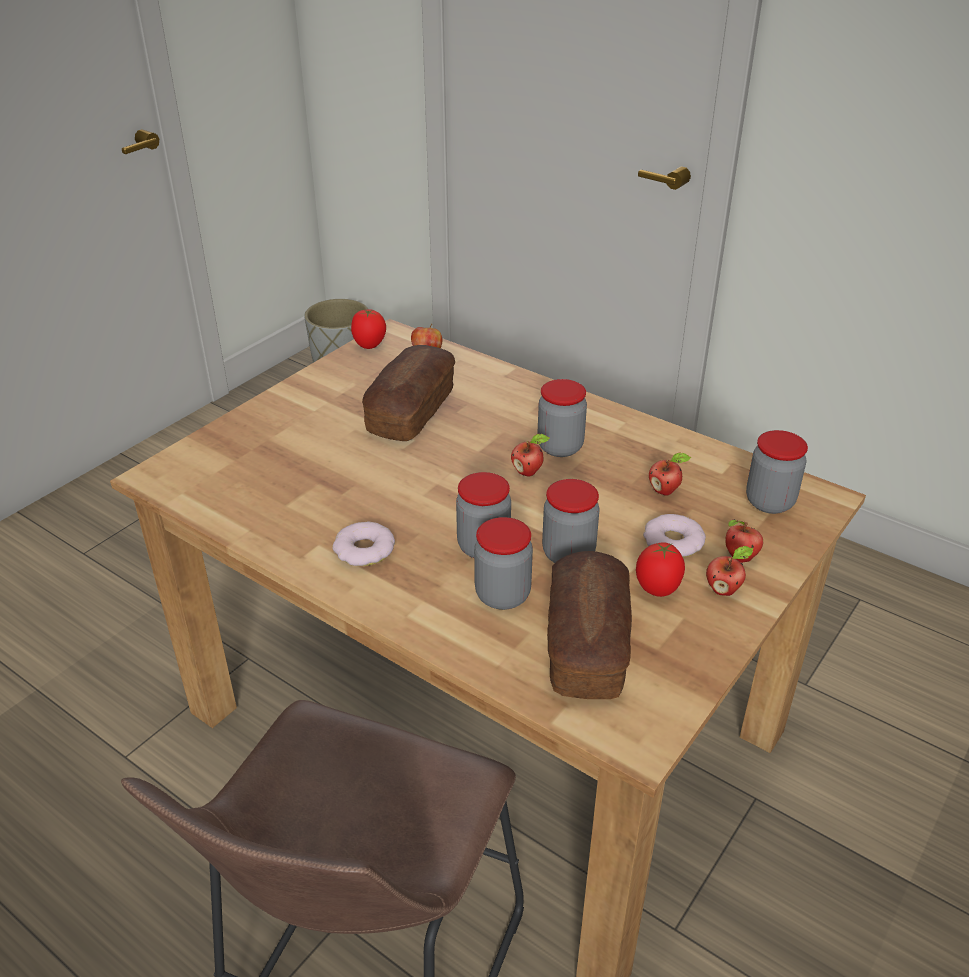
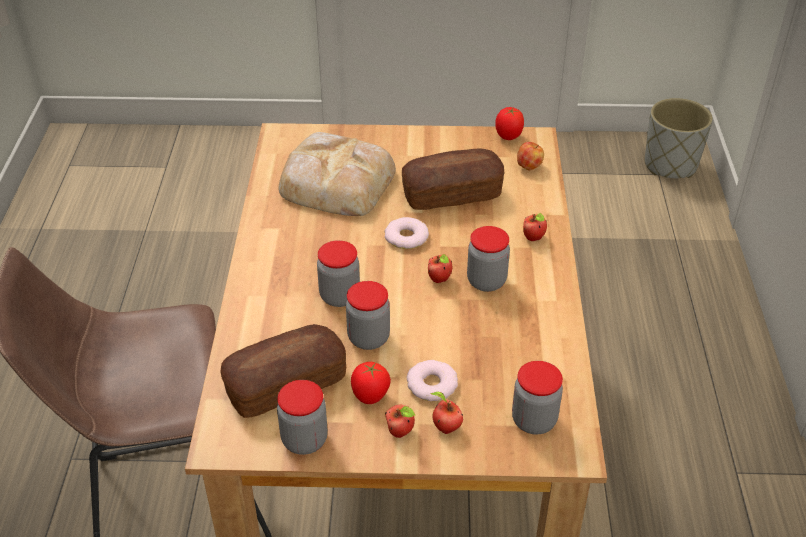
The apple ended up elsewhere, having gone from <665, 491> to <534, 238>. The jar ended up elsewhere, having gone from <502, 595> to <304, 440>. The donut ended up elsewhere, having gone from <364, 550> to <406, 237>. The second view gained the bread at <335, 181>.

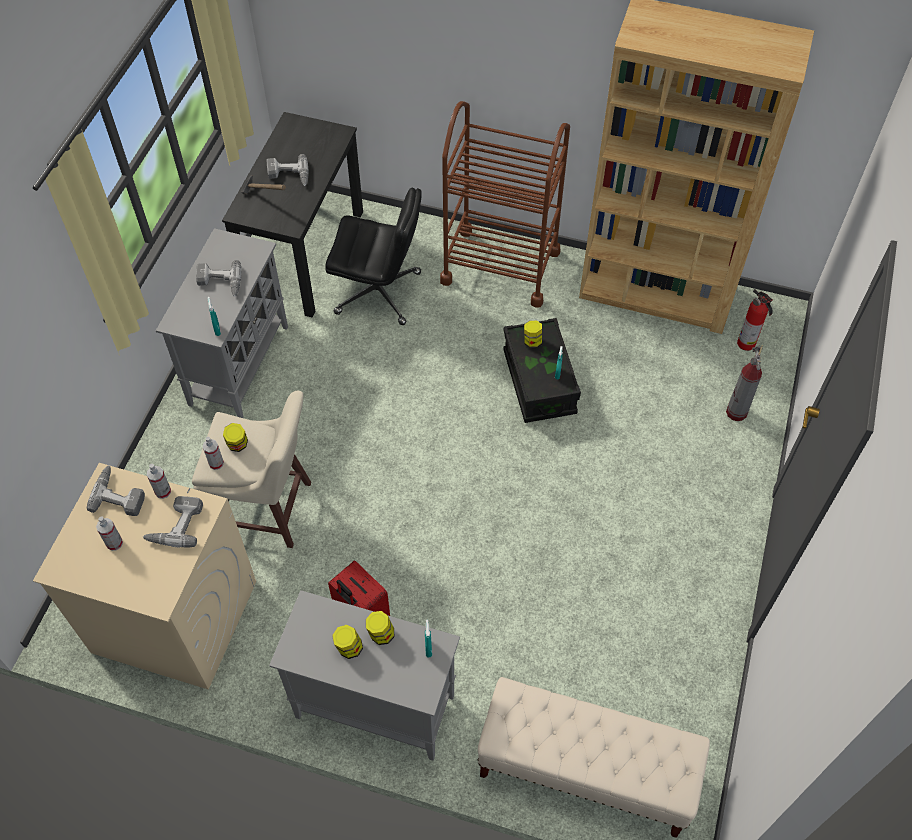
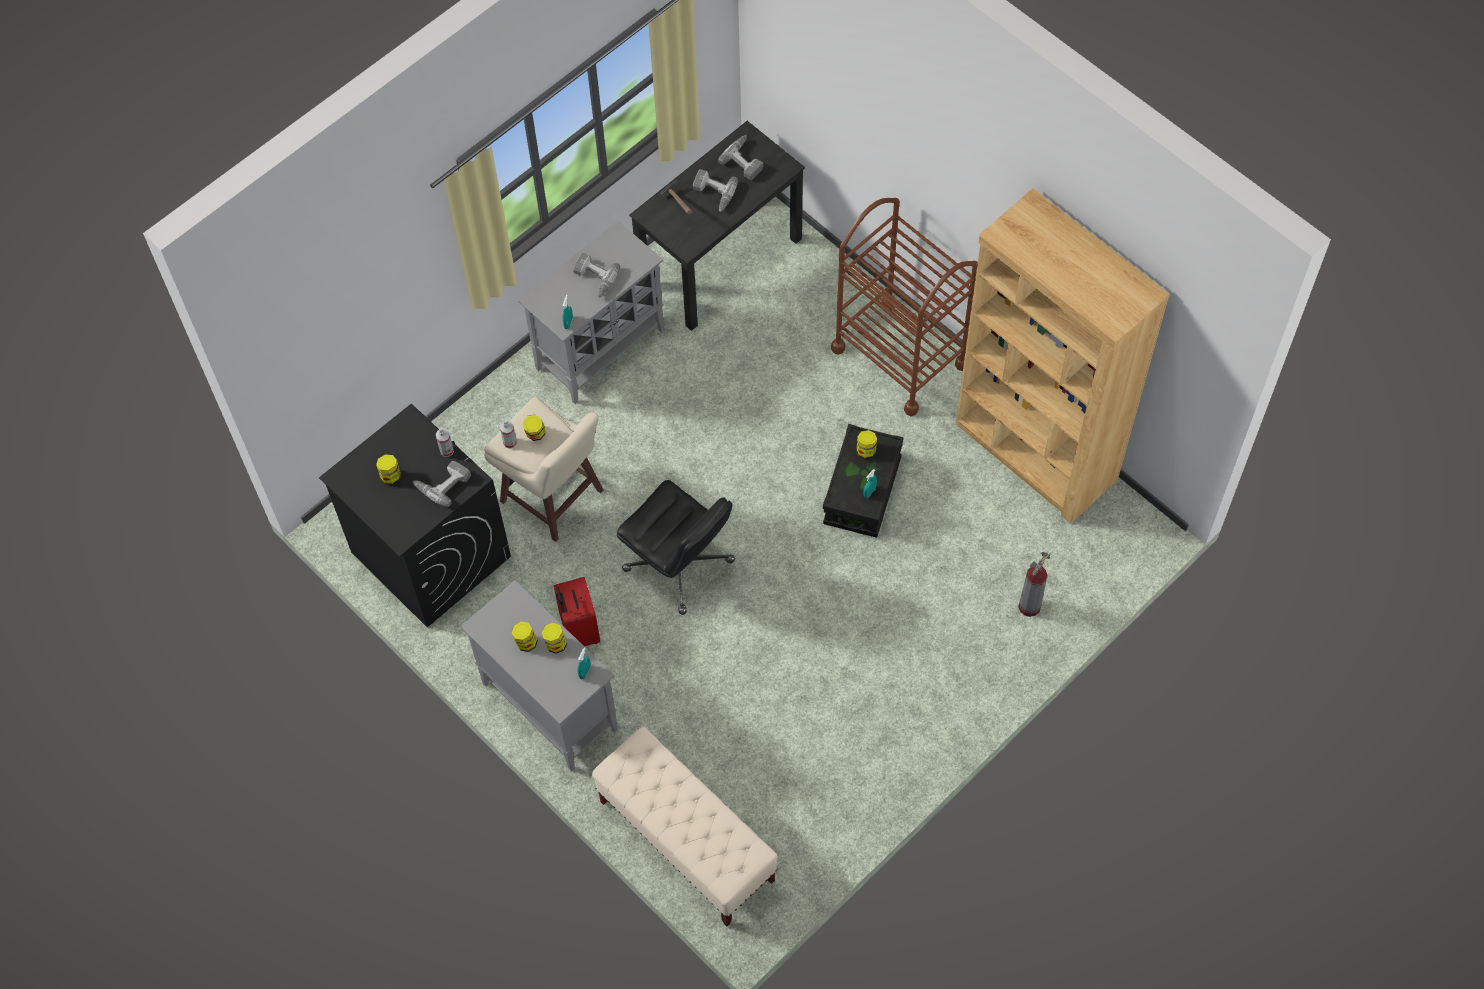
The black office chair ended up elsewhere, having gone from <379, 293> to <680, 565>. The second view lost the fire extinguisher at <747, 344>. What was the beige washing machine at <174, 616> turned into the black washing machine at <430, 554>. The power drill ended up elsewhere, having gone from <120, 494> to <745, 160>. Where the spray bottle stood at <114, 543>, the jar came to stand at <390, 476>.

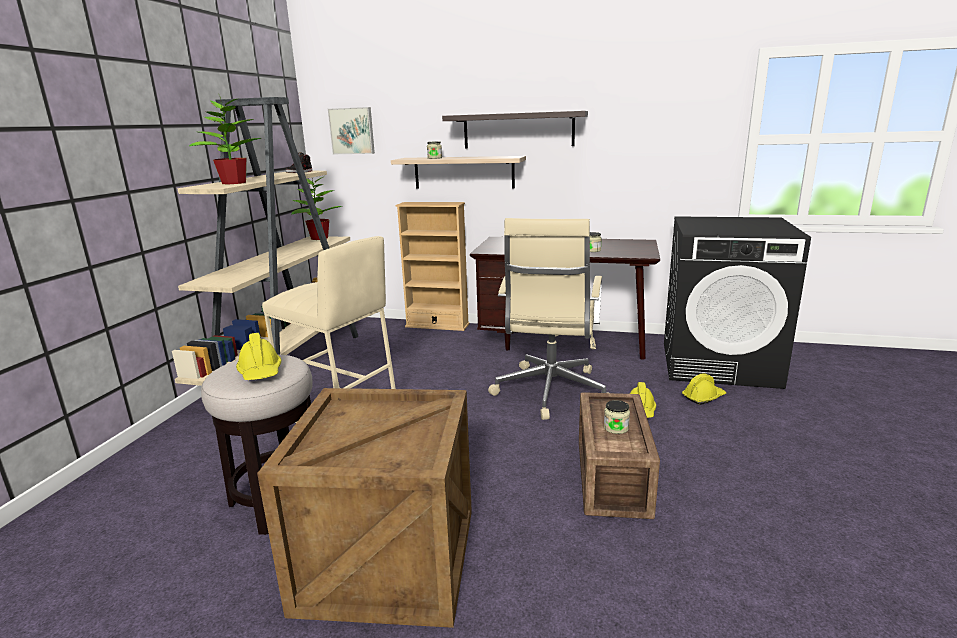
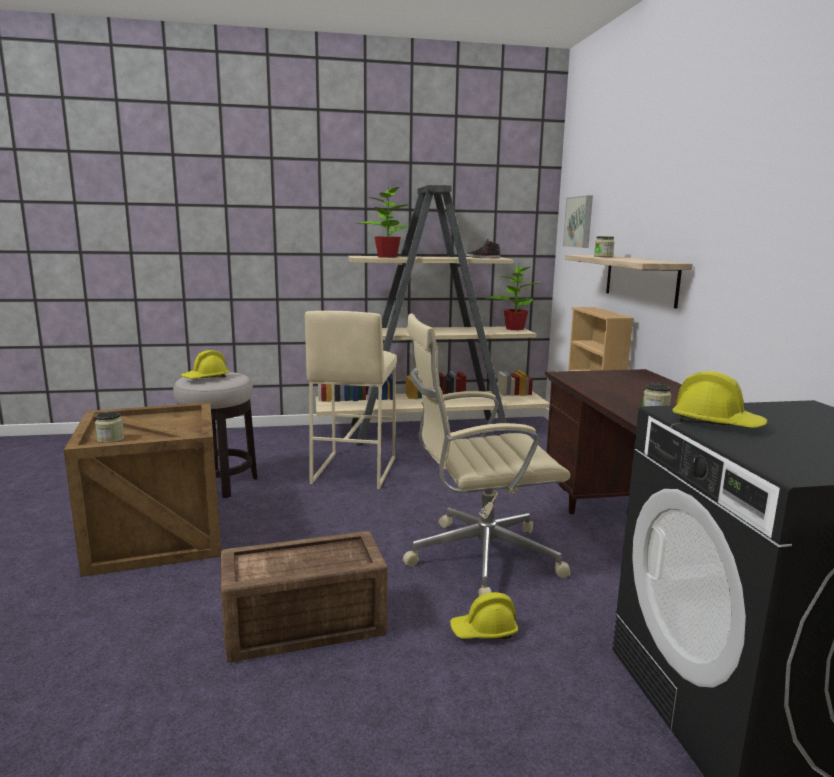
The second view lost the shelf at <518, 130>. The yellow hard hat ended up elsewhere, having gone from <703, 397> to <716, 424>. The jar ended up elsewhere, having gone from <616, 428> to <110, 439>.

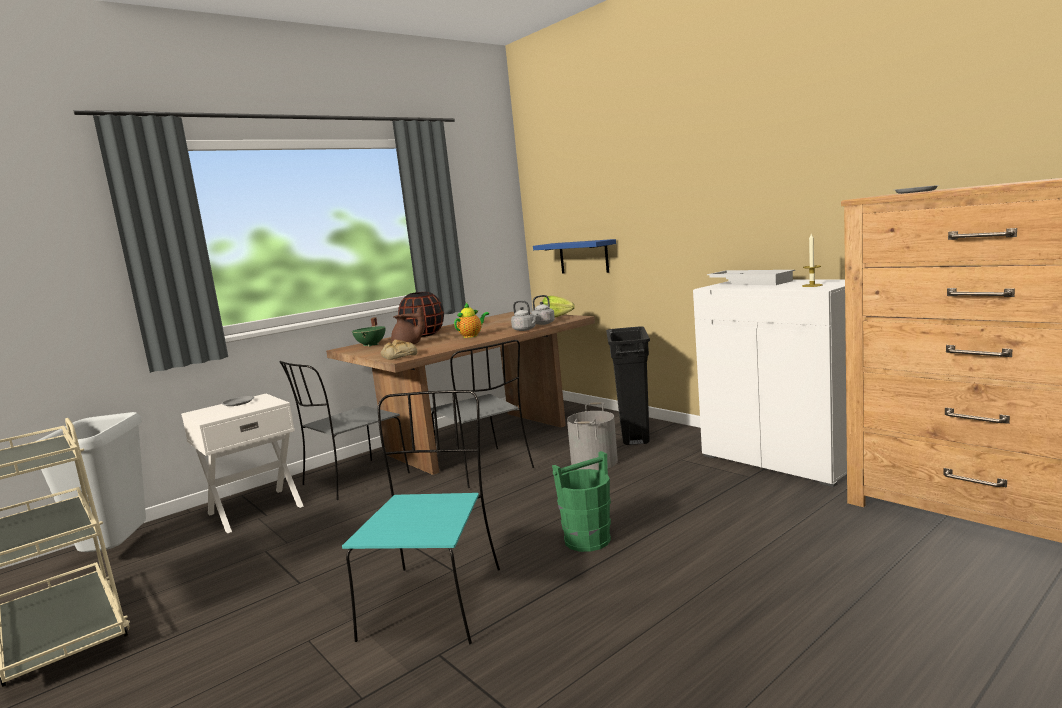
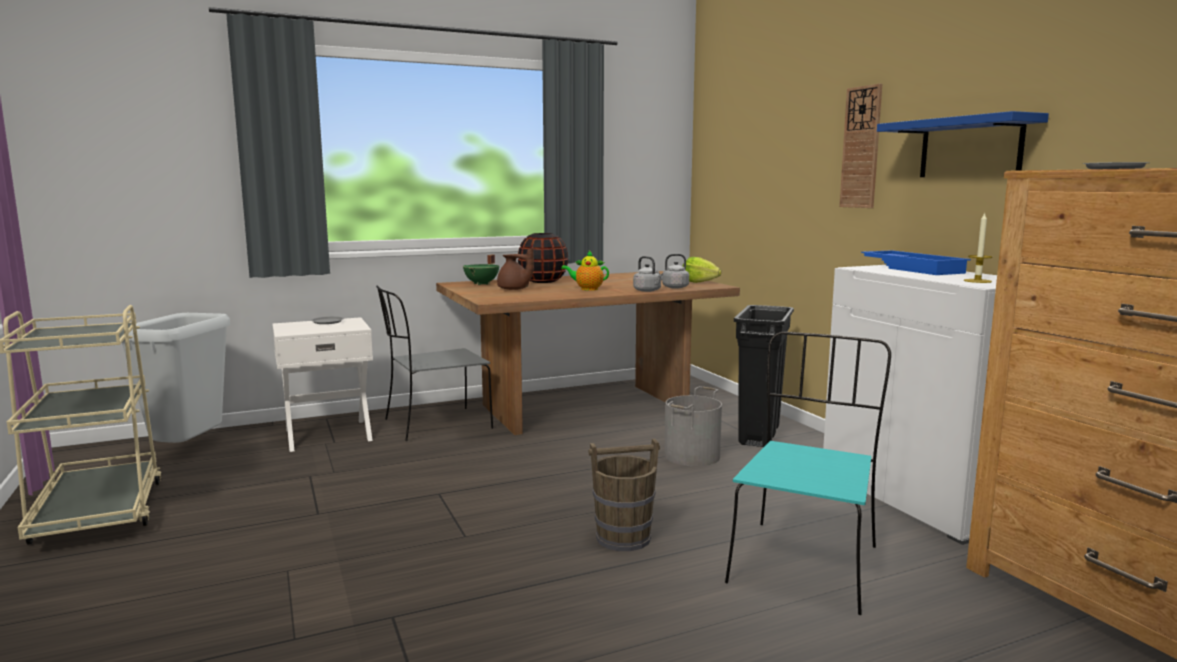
The blue shelf ended up elsewhere, having gone from <583, 257> to <970, 148>. What was the white tray at <751, 282> turned into the blue tray at <914, 269>. The teapot at <472, 336> ended up facing another way, 150 degrees counterclockwise from before. The second view lost the bread at <398, 356>. The second view lost the grey chair at <485, 468>. The turquoise chair ended up elsewhere, having gone from <434, 601> to <804, 563>. What was the green bucket at <588, 540> turned into the brown bucket at <624, 538>. The second view gained the wall clock at <861, 147>.

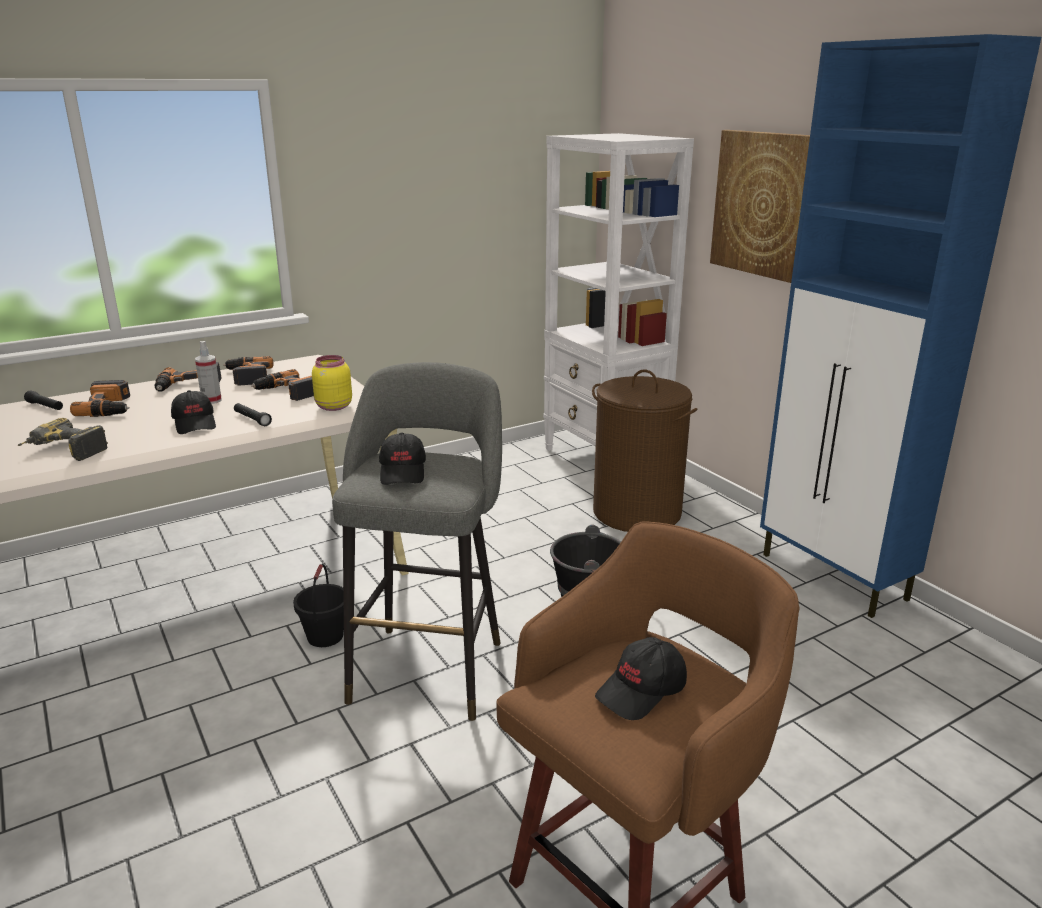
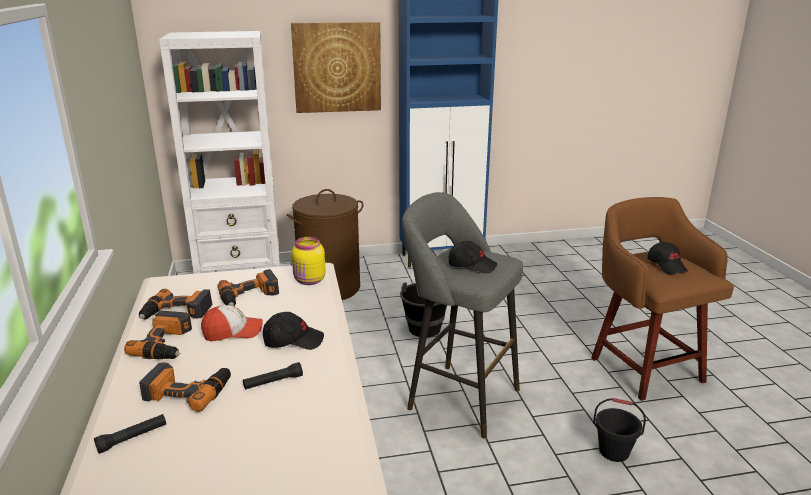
Where the spray bottle stood at <211, 400>, the cap came to stand at <233, 332>. The black flashlight ended up elsewhere, having gone from <252, 419> to <273, 382>. The second view lost the power drill at <63, 452>. The black bucket ended up elsewhere, having gone from <325, 636> to <614, 451>.

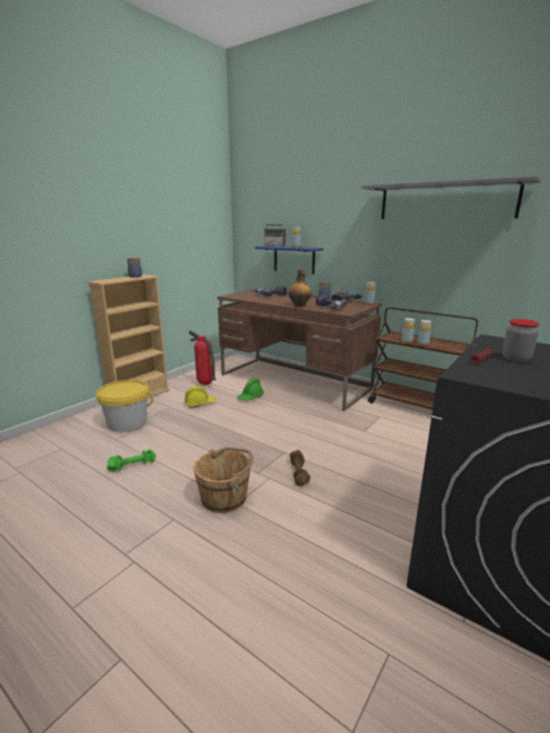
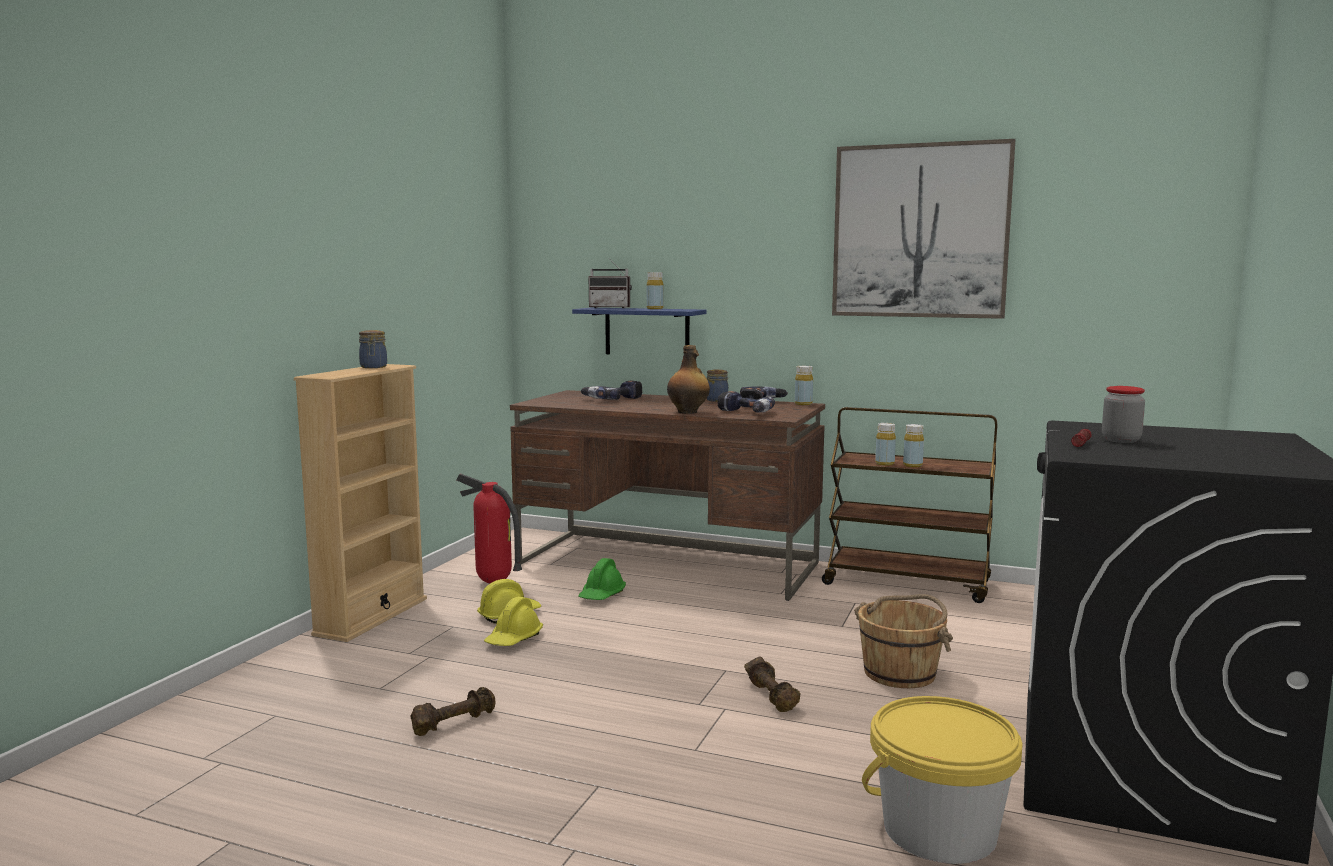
Where the grey shelf hung at <445, 201>, the picture came to hang at <920, 231>. The yellow bucket ended up elsewhere, having gone from <127, 423> to <939, 831>. The brown bucket ended up elsewhere, having gone from <225, 498> to <900, 673>. What was the green dumbbell at <132, 465> turned into the brown dumbbell at <453, 723>. The second view gained the yellow hard hat at <514, 639>.

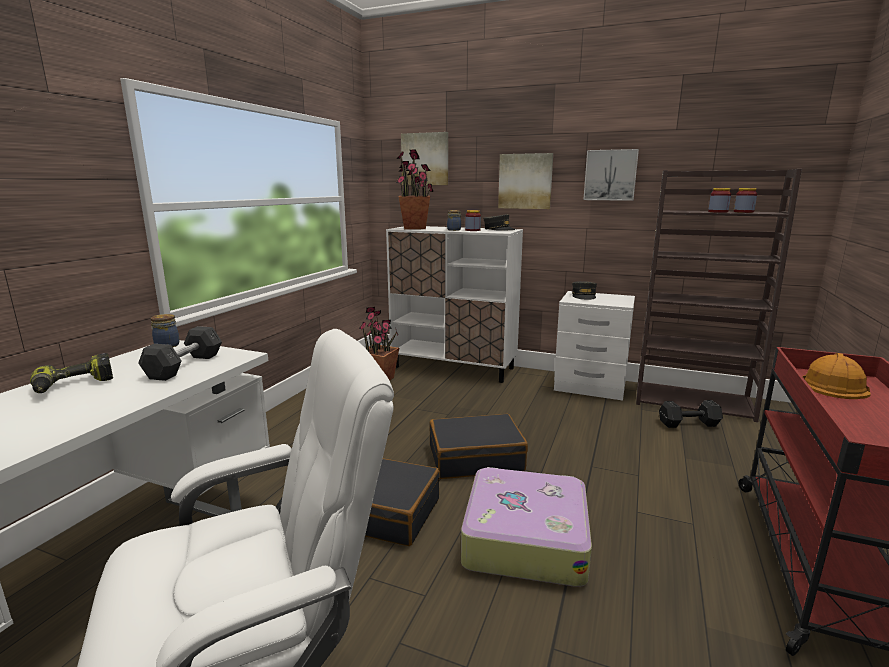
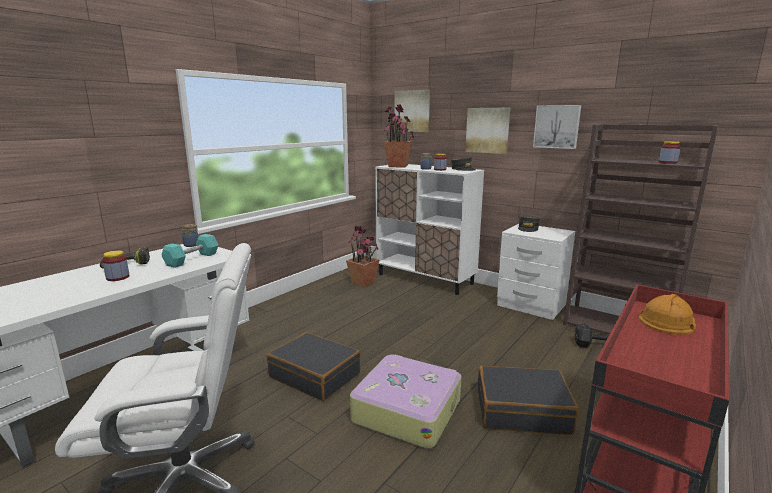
The jar ended up elsewhere, having gone from <718, 212> to <117, 277>. What was the grey dumbbell at <185, 366> turned into the turquoise dumbbell at <192, 259>. The black suitcase ended up elsewhere, having gone from <475, 458> to <522, 410>.

